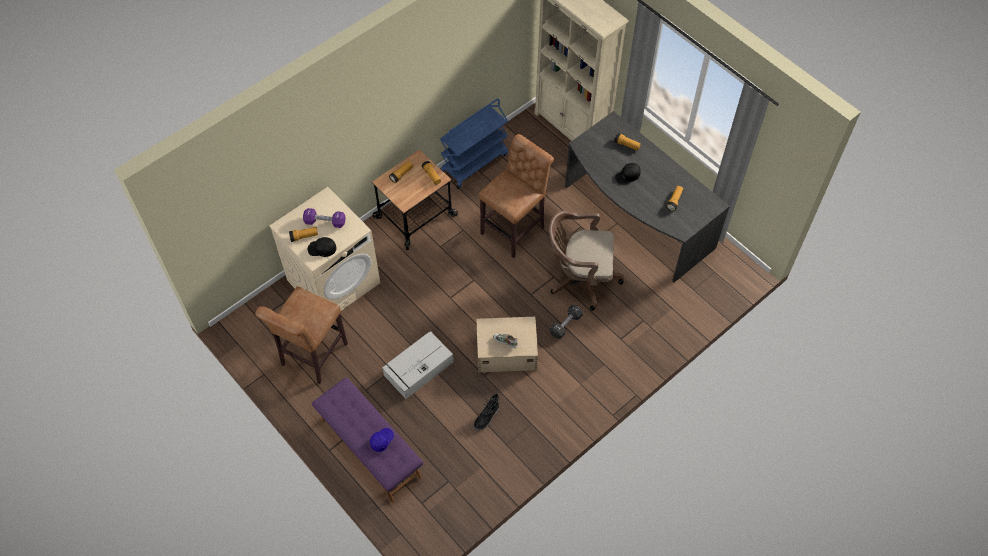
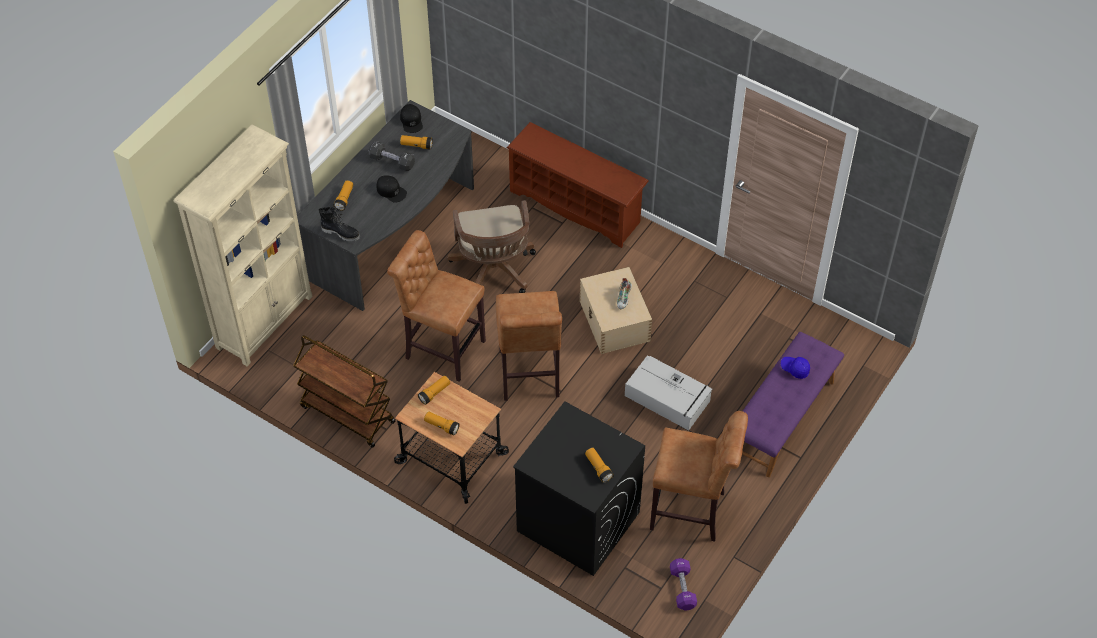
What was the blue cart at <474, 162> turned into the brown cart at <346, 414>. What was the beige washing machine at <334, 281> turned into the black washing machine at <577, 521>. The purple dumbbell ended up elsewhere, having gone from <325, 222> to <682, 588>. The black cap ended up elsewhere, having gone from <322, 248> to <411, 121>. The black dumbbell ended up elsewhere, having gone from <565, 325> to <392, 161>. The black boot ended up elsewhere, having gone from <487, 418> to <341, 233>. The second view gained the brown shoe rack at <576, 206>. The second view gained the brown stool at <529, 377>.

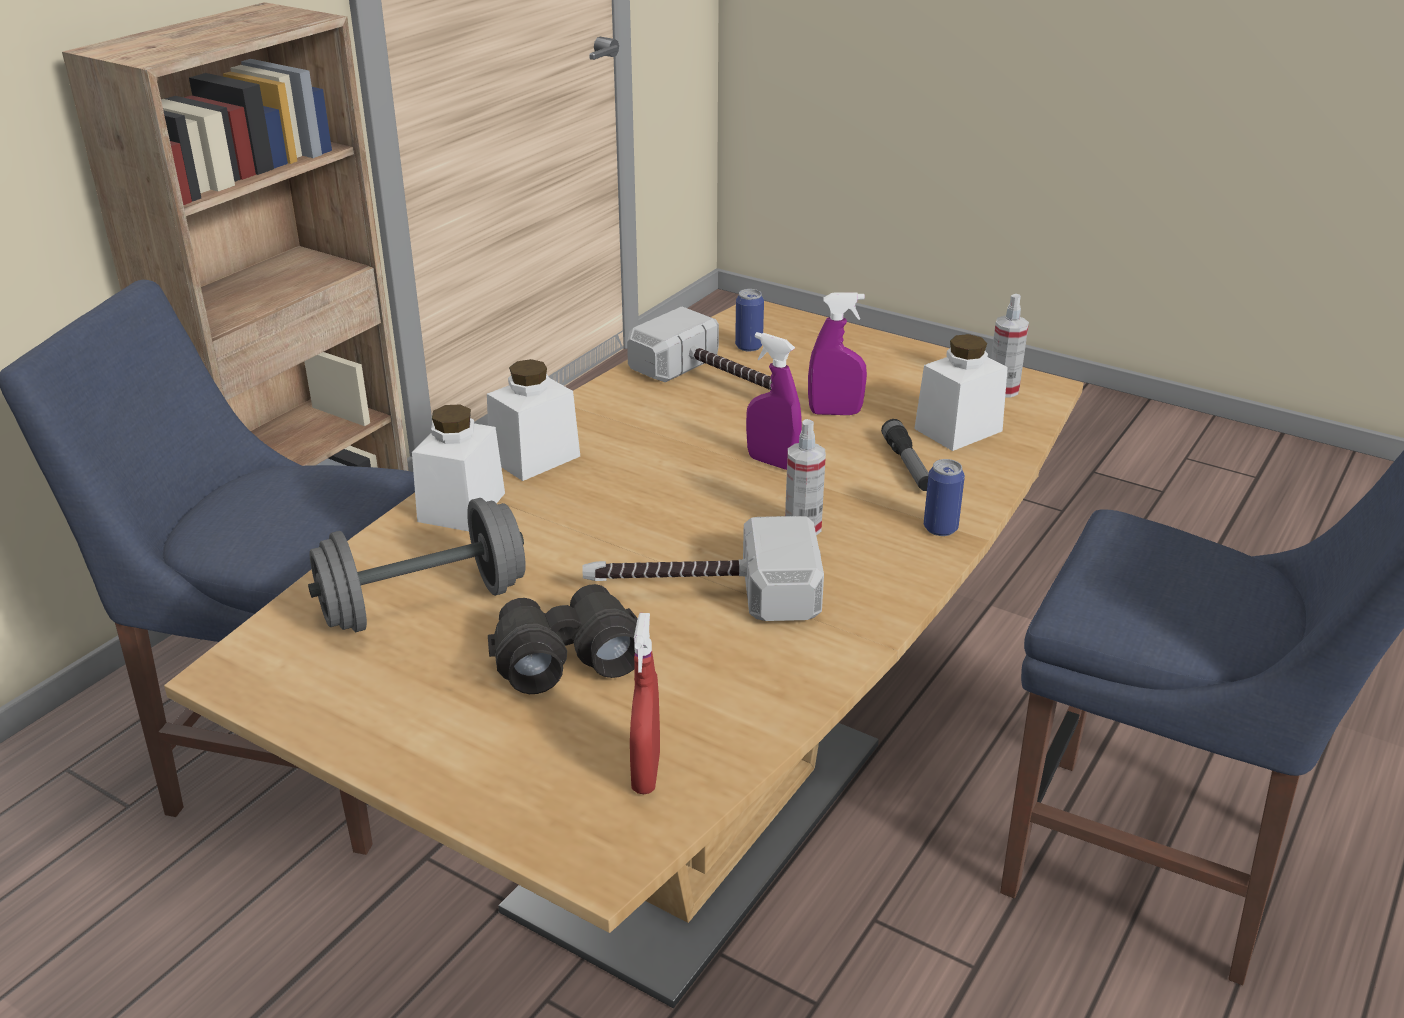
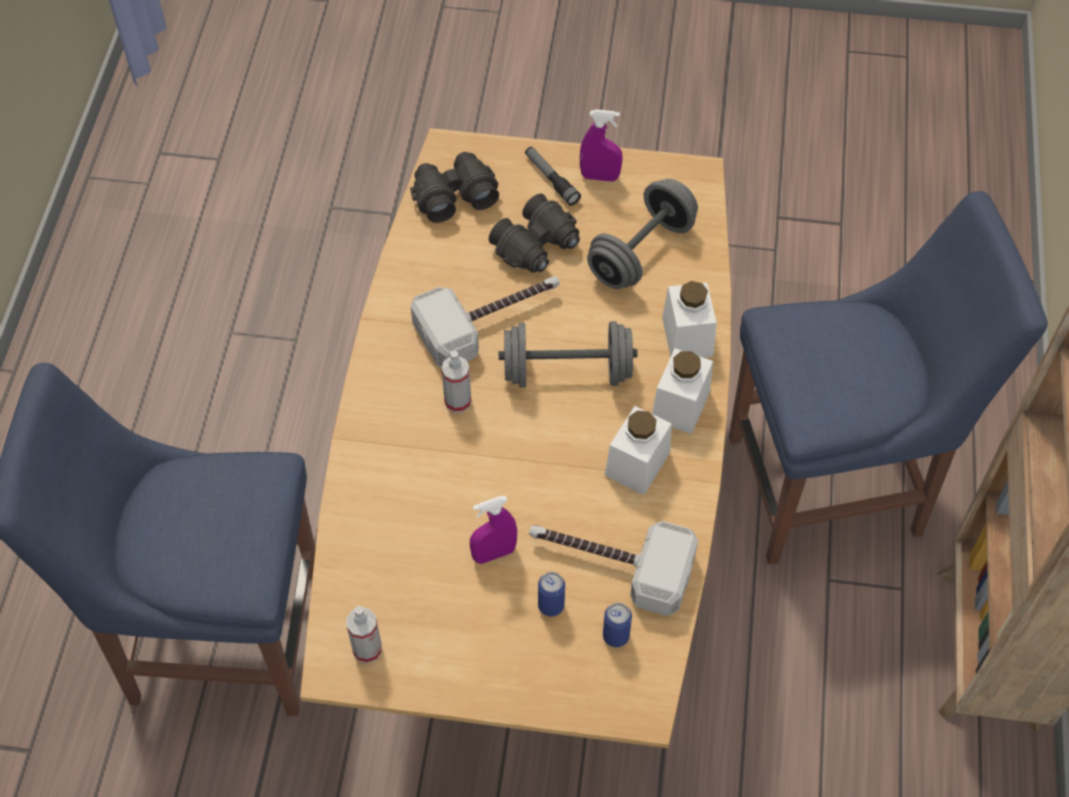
The purple spray bottle ended up elsewhere, having gone from <772, 462> to <599, 177>. The white jar ended up elsewhere, having gone from <958, 430> to <637, 464>. The flashlight ended up elsewhere, having gone from <907, 465> to <551, 180>. The can ended up elsewhere, having gone from <940, 528> to <551, 605>. Where the red spray bottle stood at <646, 772>, the black binoculars came to stand at <453, 195>. The second view gained the grey dumbbell at <567, 372>.

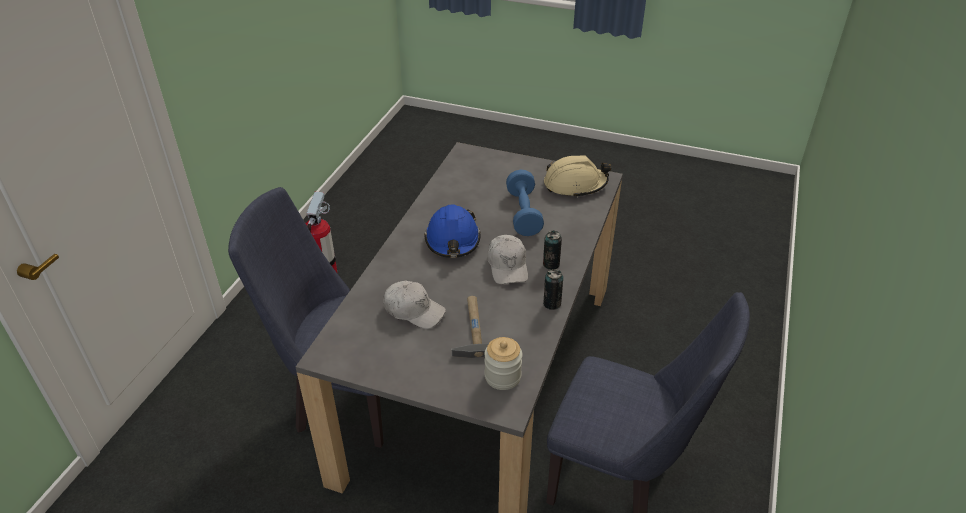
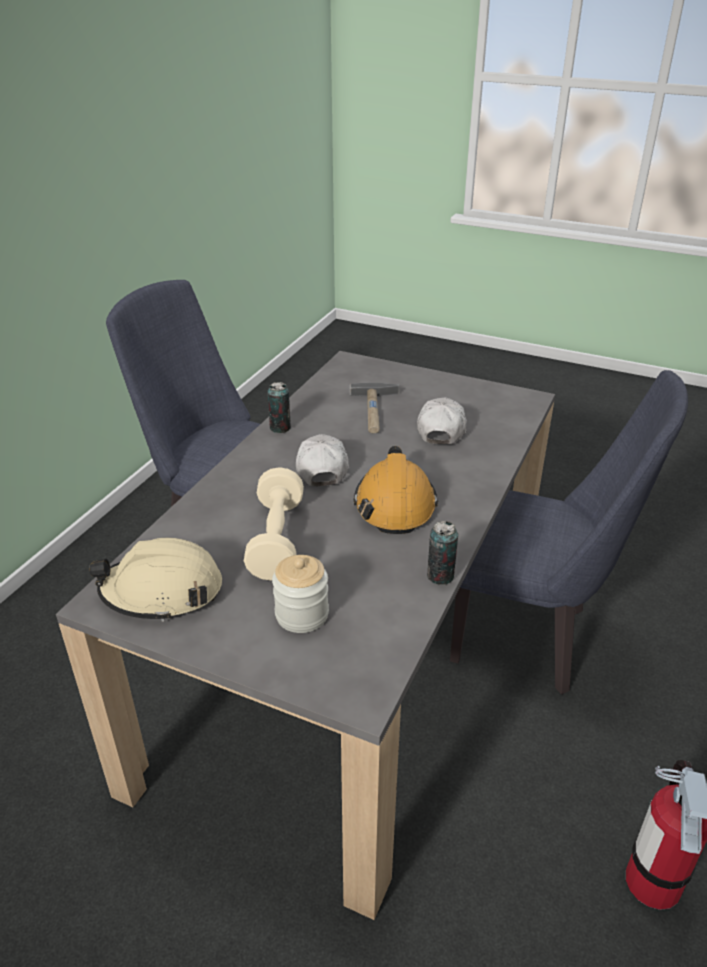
What was the blue dumbbell at <523, 213> turned into the beige dumbbell at <276, 540>. What was the blue hard hat at <452, 240> turned into the orange hard hat at <394, 504>. The can ended up elsewhere, having gone from <551, 264> to <440, 576>. The white cap at <414, 310> ended up facing another way, 75 degrees clockwise from before. The jar ended up elsewhere, having gone from <502, 376> to <302, 614>.

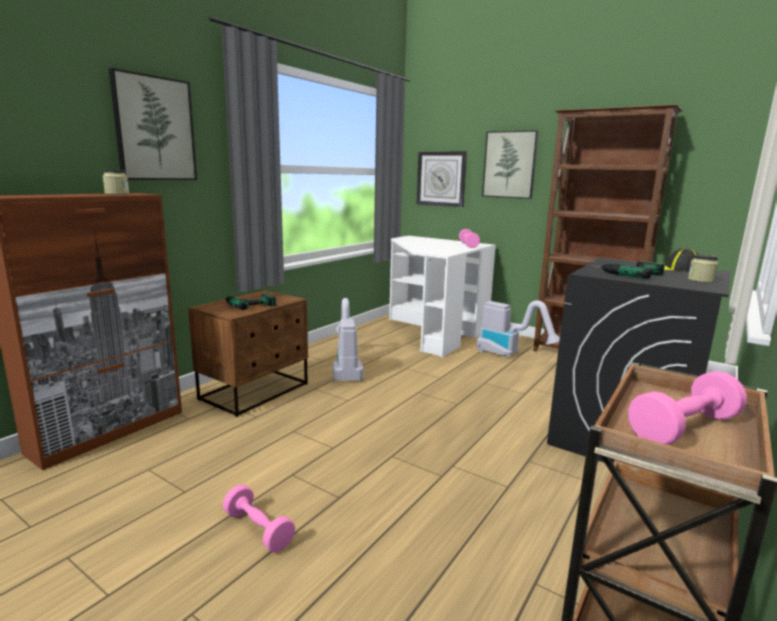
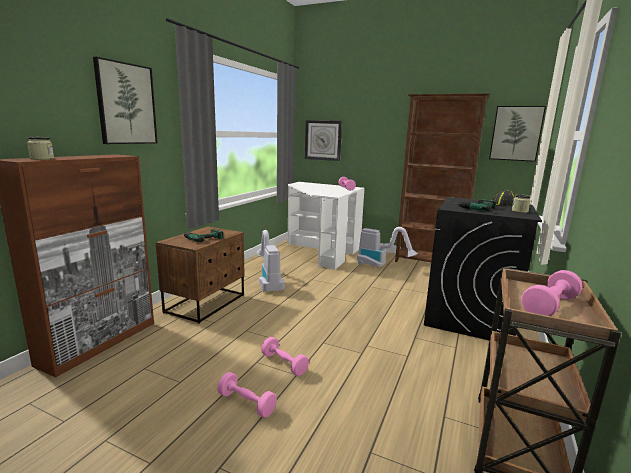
The picture ended up elsewhere, having gone from <509, 164> to <516, 133>. The jar ended up elsewhere, having gone from <117, 194> to <42, 159>. The second view gained the pink dumbbell at <284, 364>.

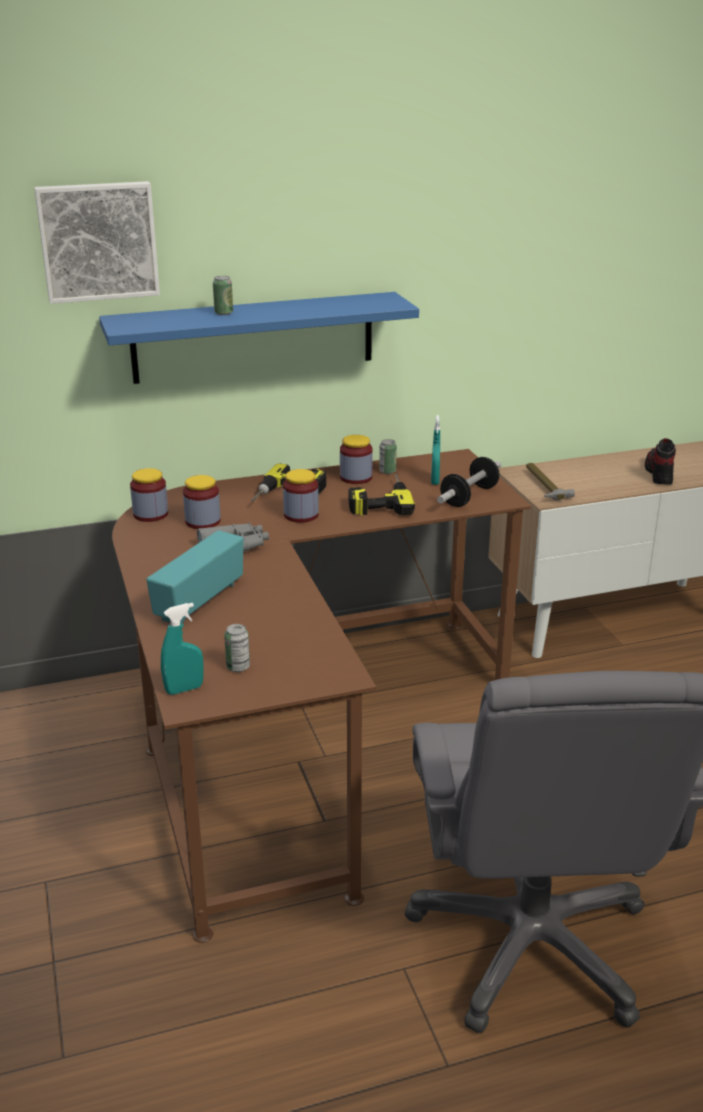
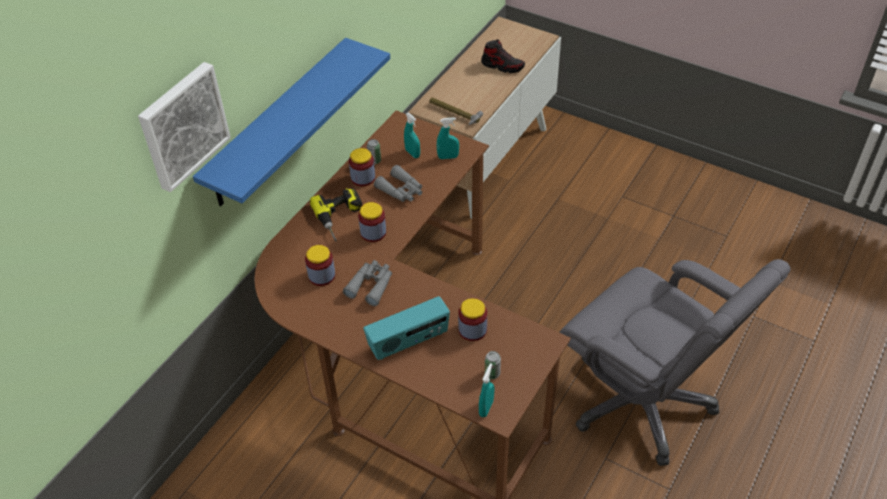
The second view lost the can at <223, 313>. The shoe at <658, 473> ended up facing another way, 150 degrees clockwise from before. Where the dumbbell stood at <469, 496>, the turquoise spray bottle came to stand at <448, 157>. The jar ended up elsewhere, having gone from <150, 514> to <472, 330>. Where the power drill stood at <379, 500>, the grey binoculars came to stand at <401, 191>. The radio at <198, 601> ended up facing another way, 105 degrees counterclockwise from before.

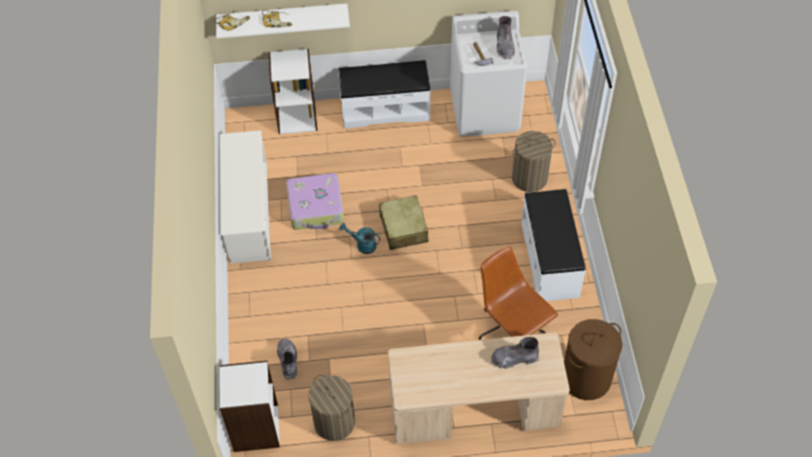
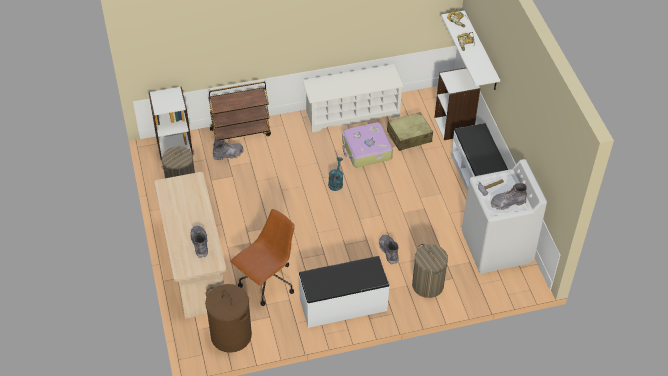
The beige suitcase ended up elsewhere, having gone from <403, 228> to <409, 136>. The second view gained the brown cart at <241, 132>. The second view gained the grey boot at <388, 251>.

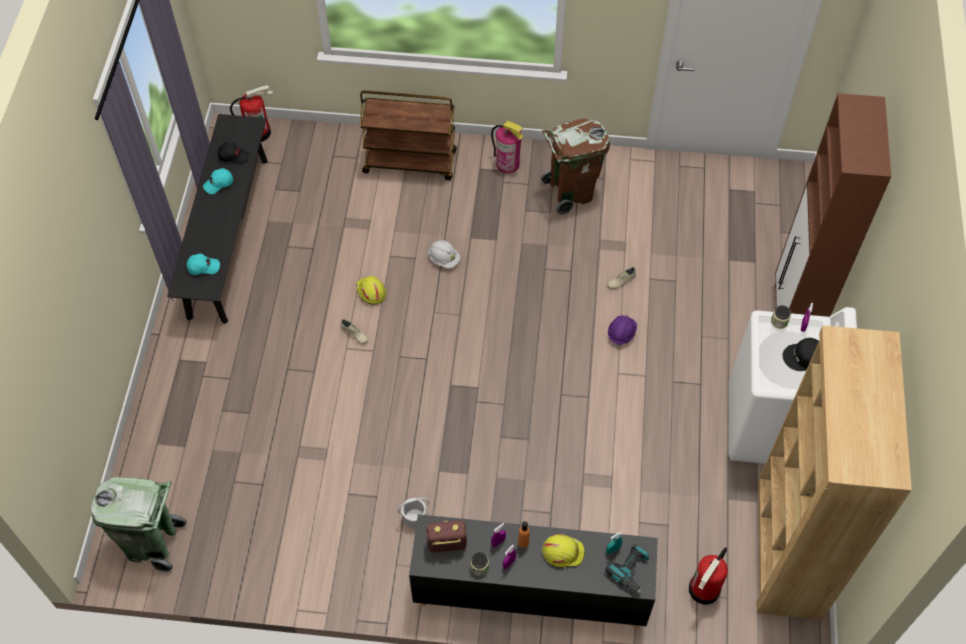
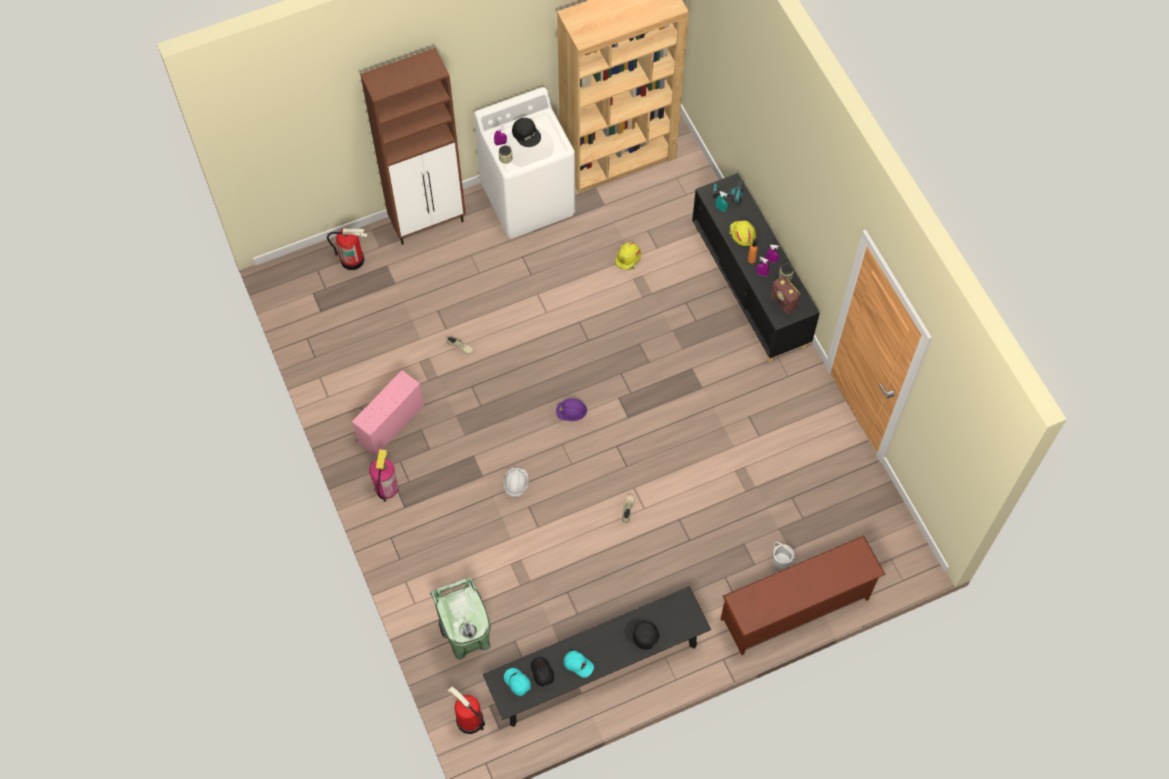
The second view lost the brown cart at <411, 162>. Where the brown trash can stood at <570, 192>, the pink storage box came to stand at <390, 424>. The turquoise cap ended up elsewhere, having gone from <203, 267> to <517, 682>. The yellow hard hat ended up elsewhere, having gone from <370, 292> to <628, 258>. The purple hard hat ended up elsewhere, having gone from <621, 333> to <571, 413>. The green trash can ended up elsewhere, having gone from <153, 543> to <468, 638>. The white bucket ended up elsewhere, having gone from <415, 518> to <781, 560>. The fire extinguisher ended up elsewhere, having gone from <704, 590> to <352, 259>. The second view gained the brown shoe rack at <795, 610>. The second view gained the black cap at <641, 634>.

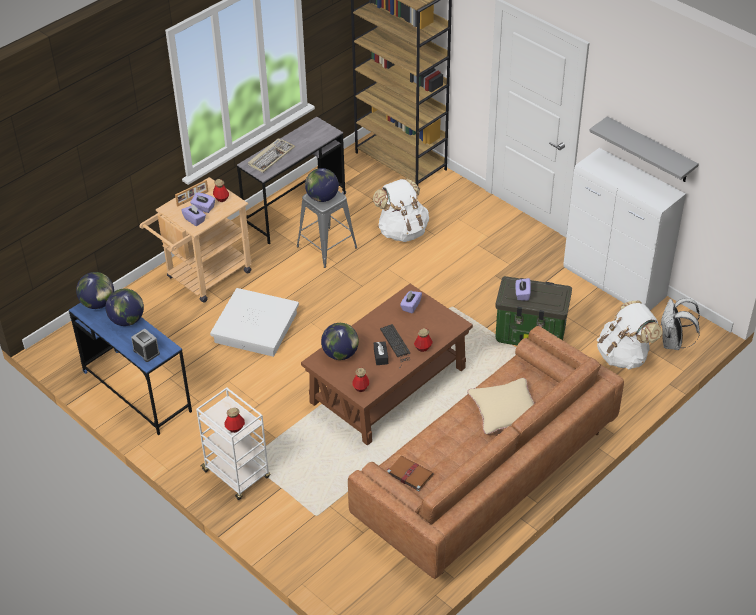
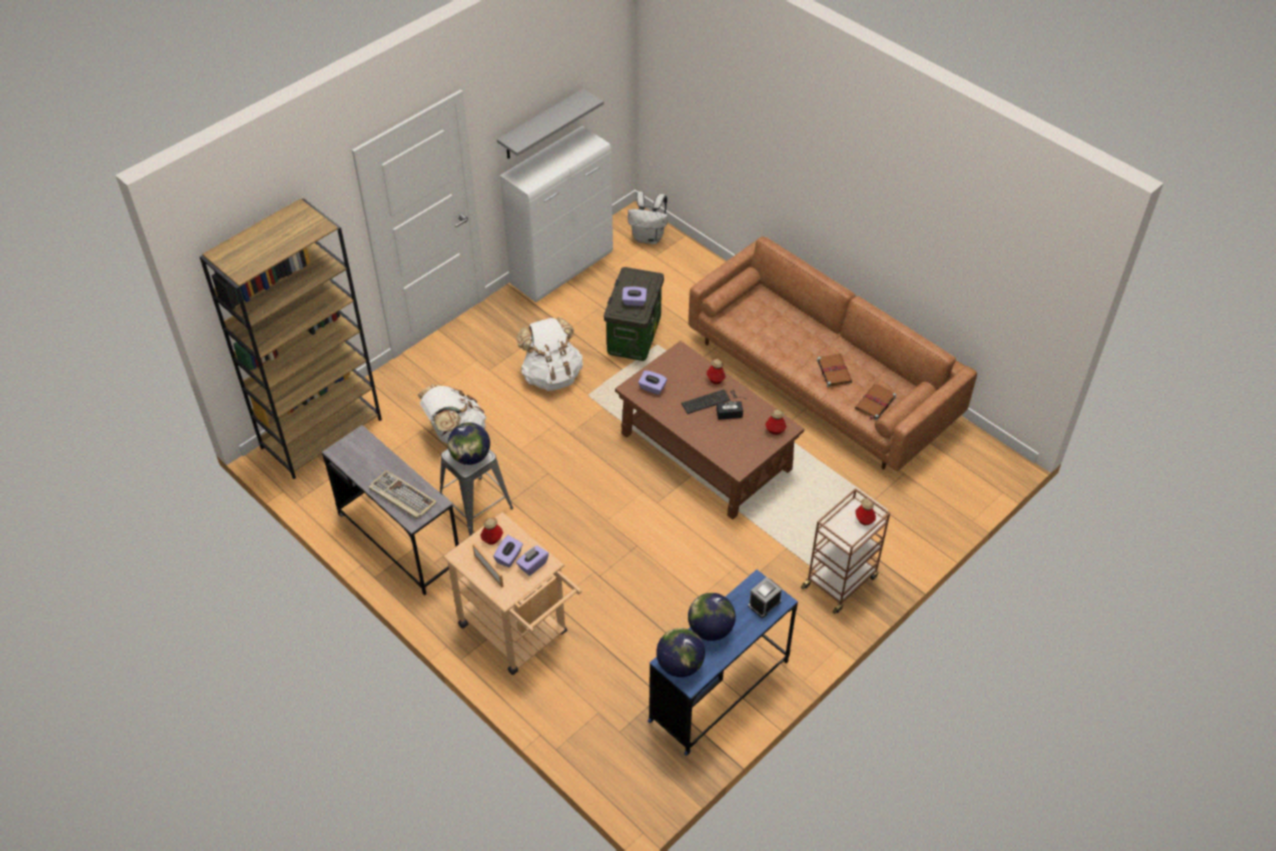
The second view lost the white storage box at <256, 328>. The white backpack ended up elsewhere, having gone from <624, 355> to <552, 375>. The second view lost the globe at <340, 354>. The second view lost the beige pillow at <505, 410>. What was the white cart at <237, 475> turned into the brown cart at <840, 581>. The second view gained the brown book at <833, 371>.

